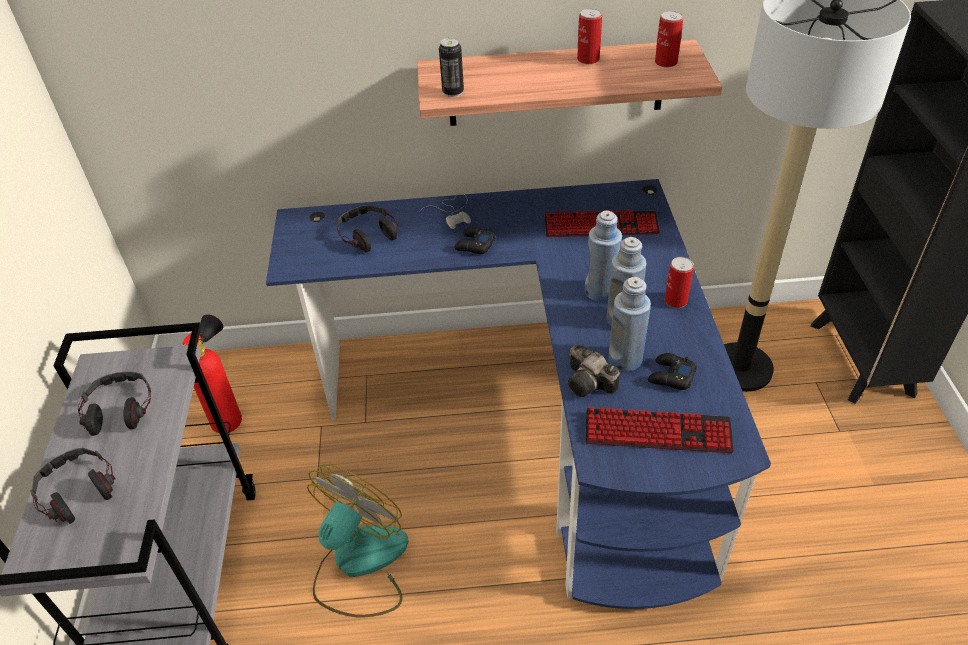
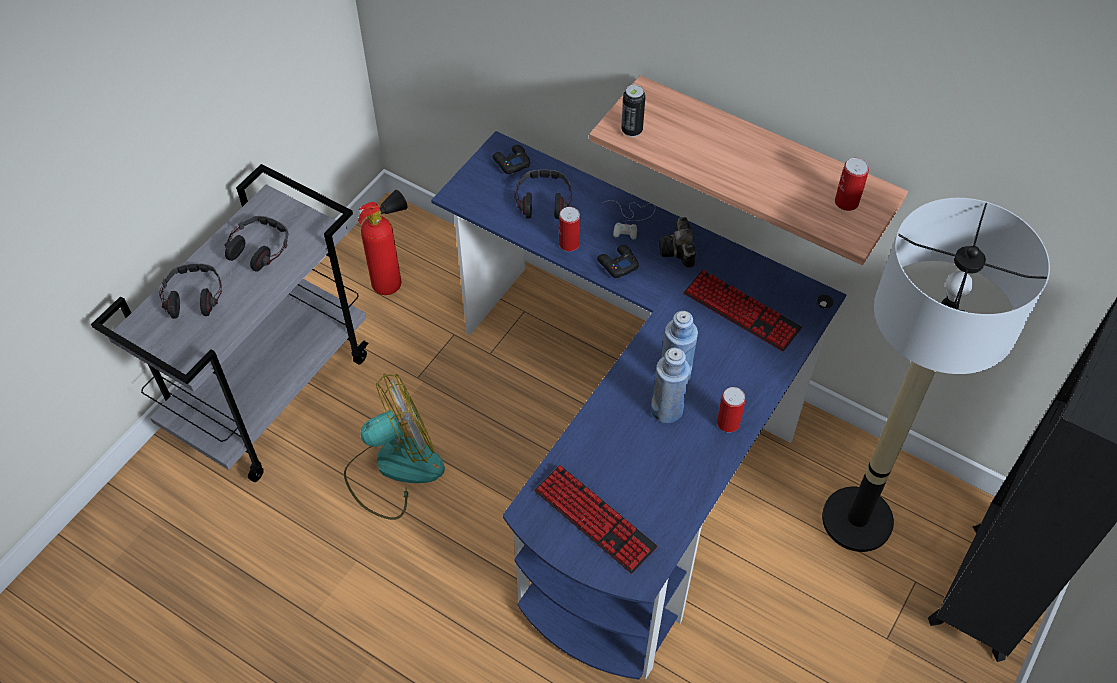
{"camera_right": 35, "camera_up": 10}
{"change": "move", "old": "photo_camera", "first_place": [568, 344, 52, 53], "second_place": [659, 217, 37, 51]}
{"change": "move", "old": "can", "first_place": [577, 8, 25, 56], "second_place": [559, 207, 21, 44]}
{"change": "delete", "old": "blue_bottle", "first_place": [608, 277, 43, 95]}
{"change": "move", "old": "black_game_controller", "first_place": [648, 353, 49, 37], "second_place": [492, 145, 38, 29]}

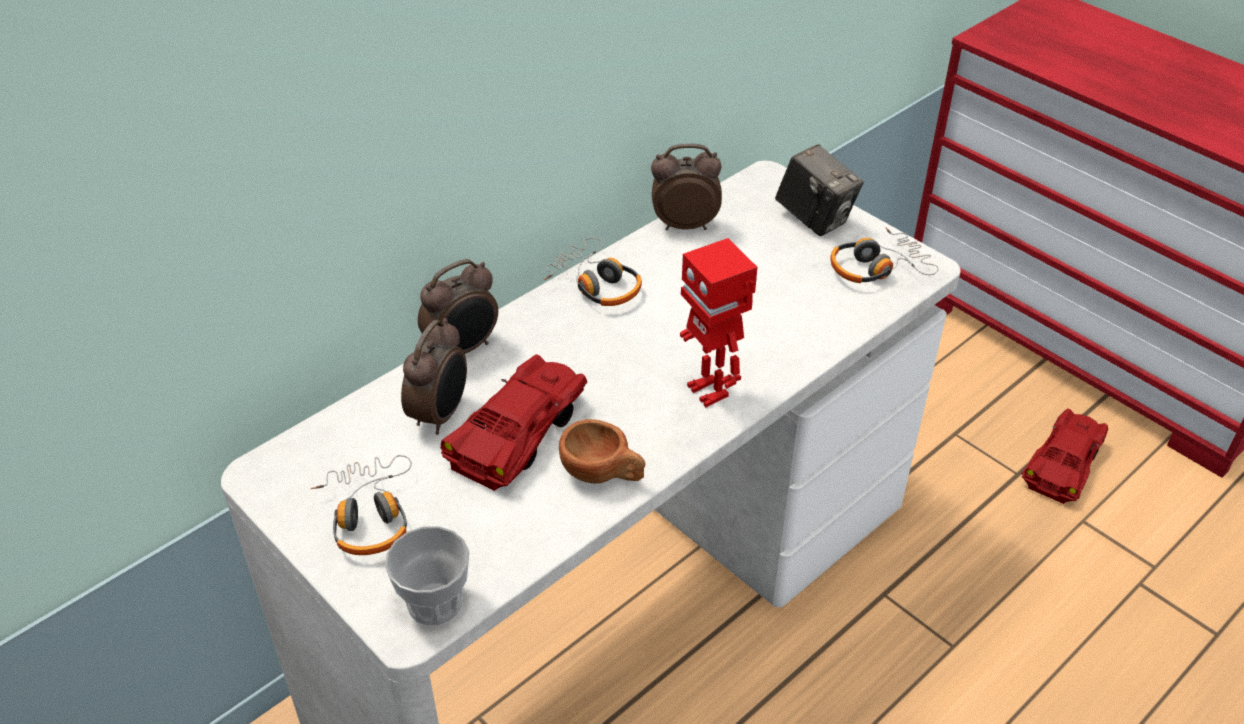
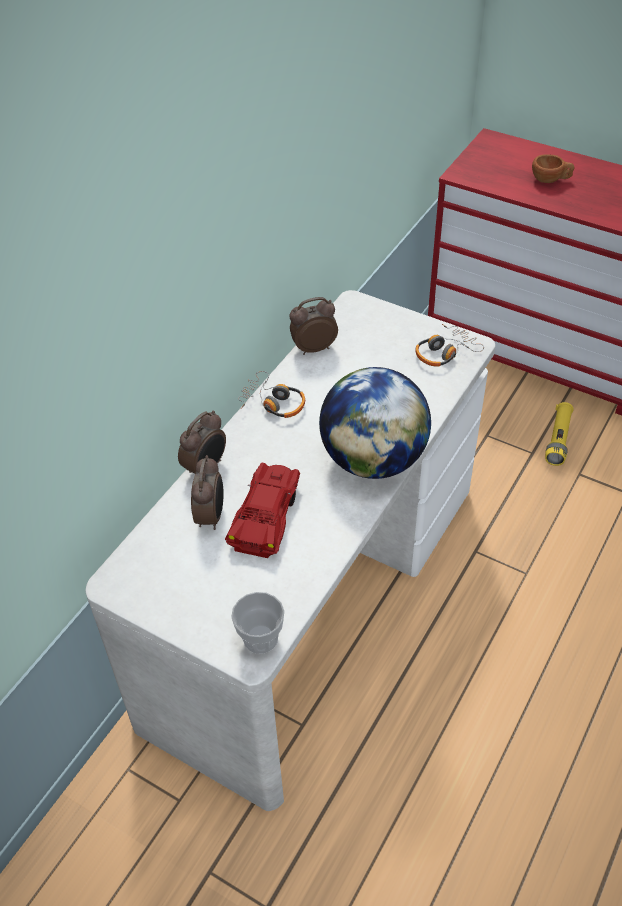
{"camera_right": -15, "camera_up": 5}
{"change": "delete", "old": "headphones", "first_place": [311, 455, 101, 100]}
{"change": "move", "old": "brown_cup", "first_place": [559, 419, 86, 64], "second_place": [532, 154, 42, 29]}
{"change": "replace", "old": "toy_robot", "new": "globe", "first_place": [680, 238, 78, 169], "second_place": [319, 367, 112, 112]}
{"change": "delete", "old": "photo_camera", "first_place": [775, 144, 89, 92]}
{"change": "replace", "old": "red_toy_car", "new": "yellow_flashlight", "first_place": [1021, 408, 87, 96], "second_place": [545, 402, 29, 64]}

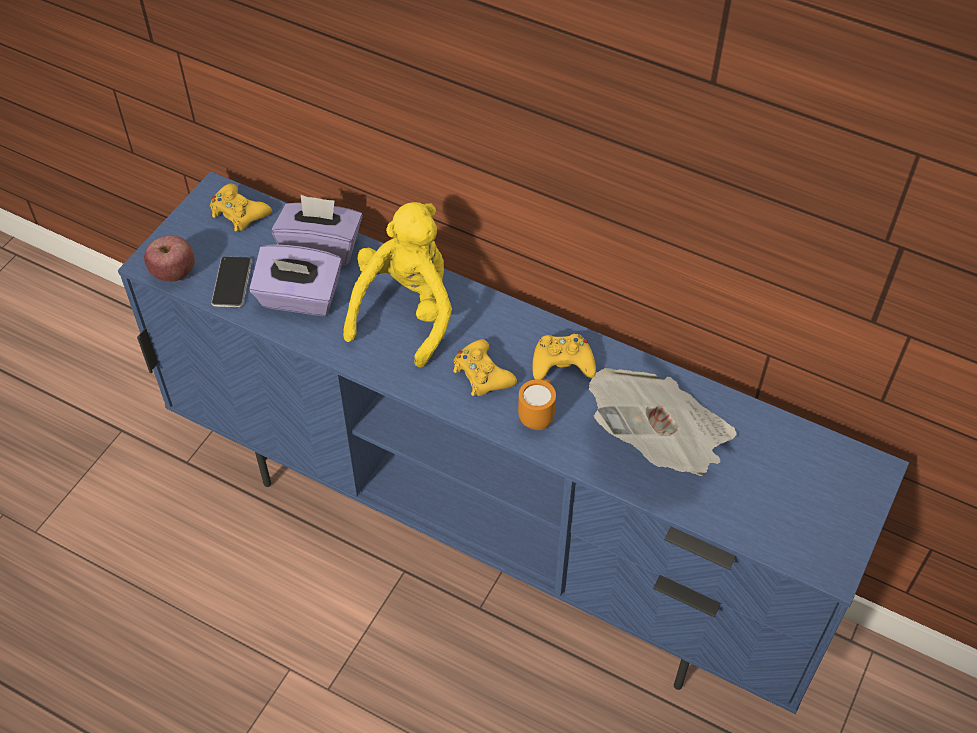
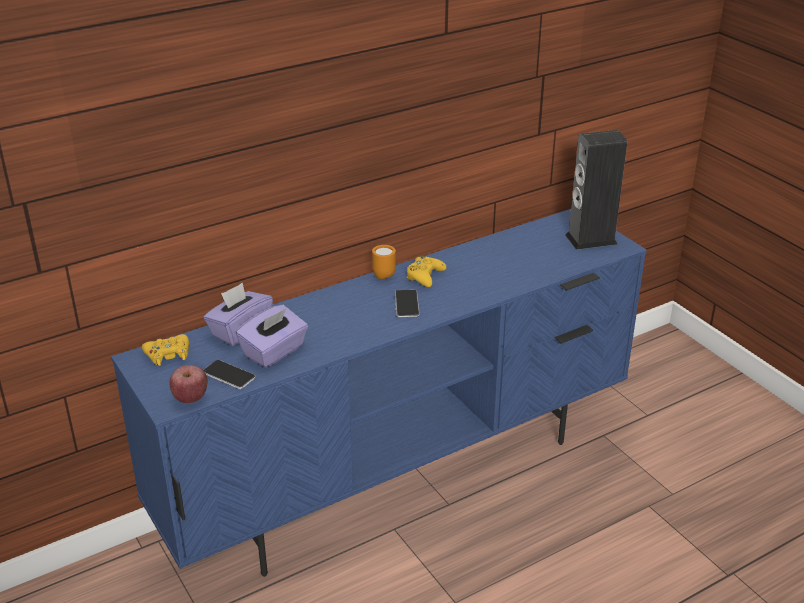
{"camera_right": -60, "camera_up": -20}
{"change": "delete", "old": "yellow_plush_toy", "first_place": [343, 202, 109, 166]}
{"change": "replace", "old": "yellow_game_controller", "new": "phone", "first_place": [453, 339, 64, 57], "second_place": [395, 290, 25, 27]}
{"change": "move", "old": "orange_mug", "first_place": [518, 379, 38, 51], "second_place": [372, 245, 24, 34]}
{"change": "delete", "old": "newspaper", "first_place": [589, 368, 148, 108]}
{"change": "insert", "new": "speaker", "second_place": [565, 130, 62, 120]}

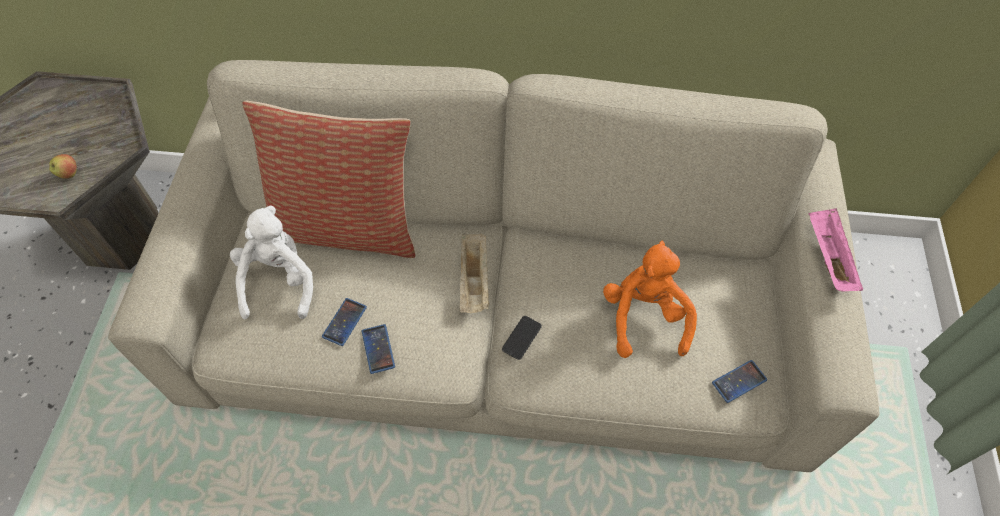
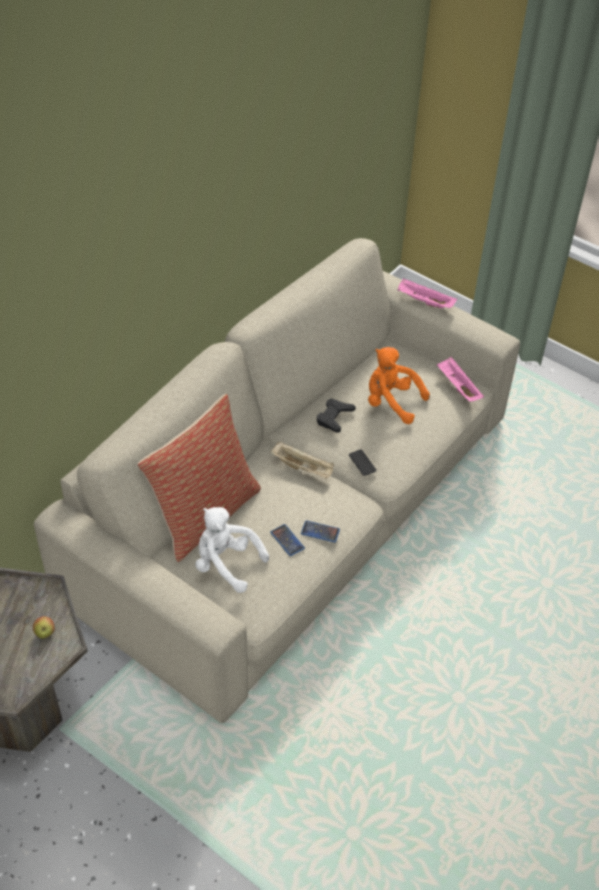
{"camera_right": -60, "camera_up": -10}
{"change": "replace", "old": "phone", "new": "pink_tray", "first_place": [712, 360, 55, 43], "second_place": [437, 357, 47, 45]}
{"change": "insert", "new": "black_game_controller", "second_place": [317, 399, 39, 34]}

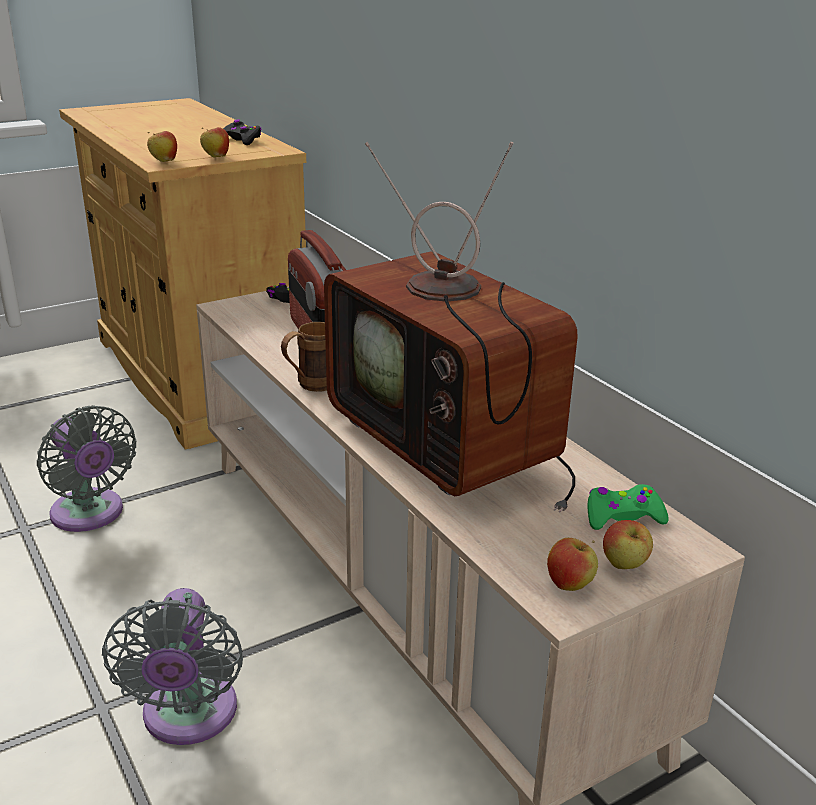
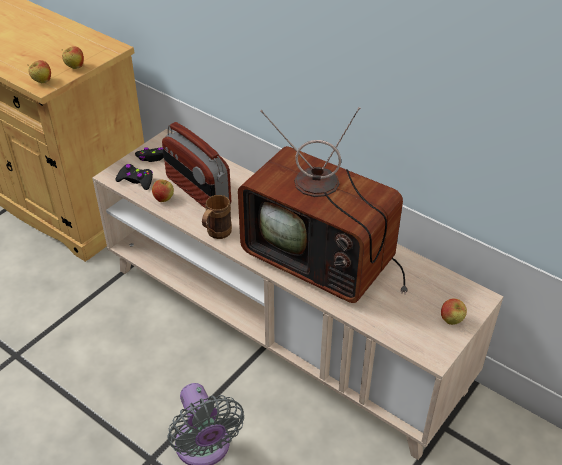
{"camera_right": -20, "camera_up": 15}
{"change": "delete", "old": "grey_fan", "first_place": [37, 405, 99, 127]}
{"change": "move", "old": "black_game_controller", "first_place": [223, 119, 39, 26], "second_place": [116, 164, 37, 26]}
{"change": "move", "old": "apple", "first_place": [547, 538, 51, 53], "second_place": [152, 179, 22, 23]}
{"change": "delete", "old": "green_game_controller", "first_place": [587, 484, 82, 46]}

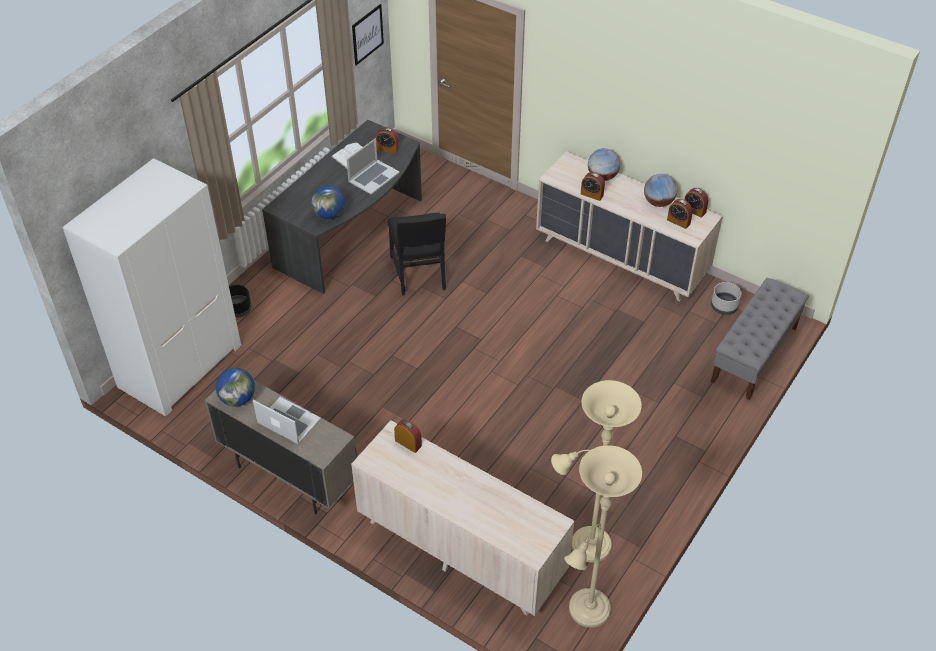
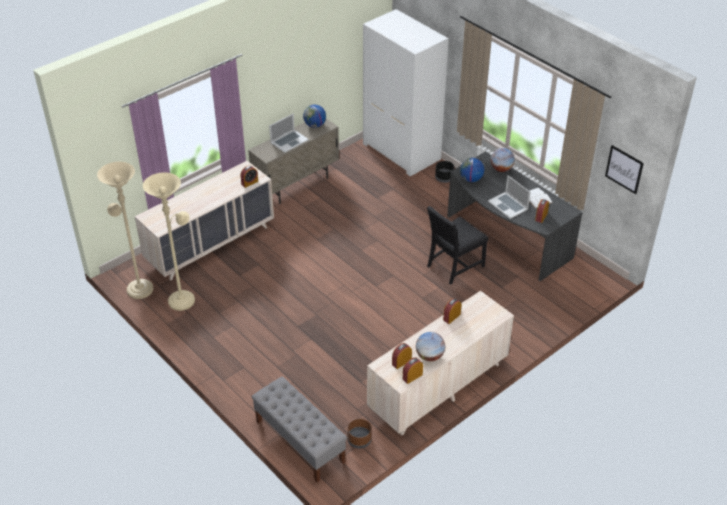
{"camera_right": 105, "camera_up": -5}
{"change": "rotate", "old": "black_chair", "first_place": [388, 213, 58, 83], "second_place": [427, 206, 61, 79], "degrees": -45}
{"change": "move", "old": "globe", "first_place": [588, 148, 32, 33], "second_place": [491, 148, 24, 24]}
{"change": "recolor", "old": "grey_planter", "new": "brown_planter", "first_place": [711, 282, 30, 33], "second_place": [347, 419, 25, 29]}

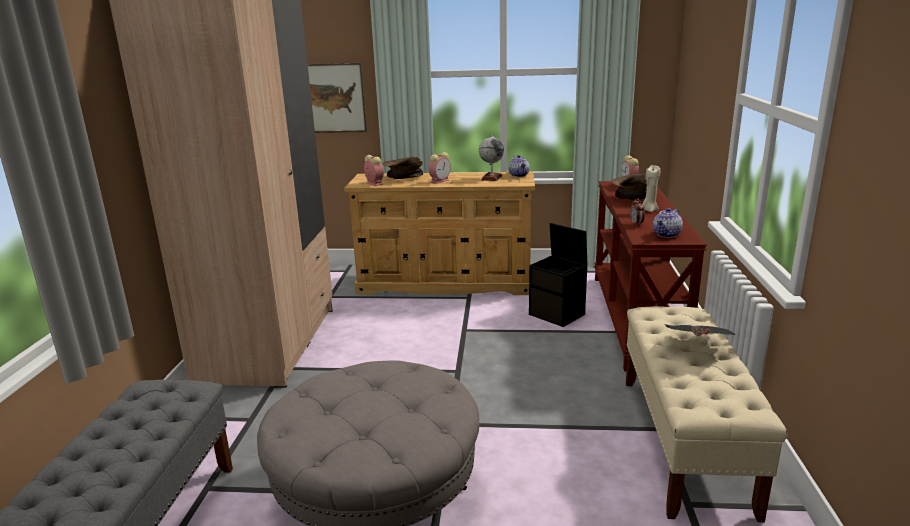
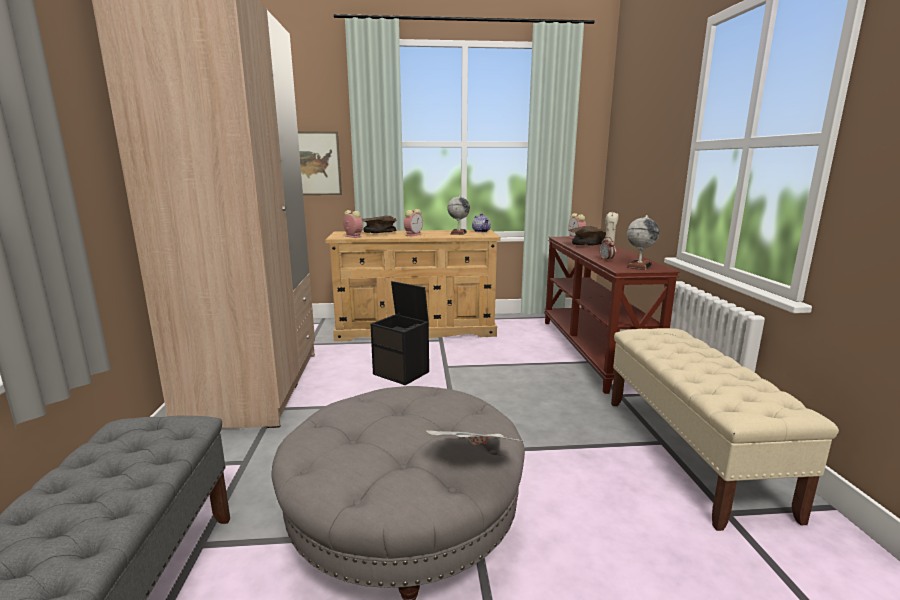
{"camera_right": -10, "camera_up": -5}
{"change": "move", "old": "black_storage_box", "first_place": [529, 223, 58, 104], "second_place": [371, 281, 58, 104]}
{"change": "replace", "old": "teapot", "new": "globe", "first_place": [653, 208, 30, 30], "second_place": [626, 215, 34, 55]}
{"change": "move", "old": "newspaper", "first_place": [664, 324, 71, 12], "second_place": [426, 430, 98, 16]}

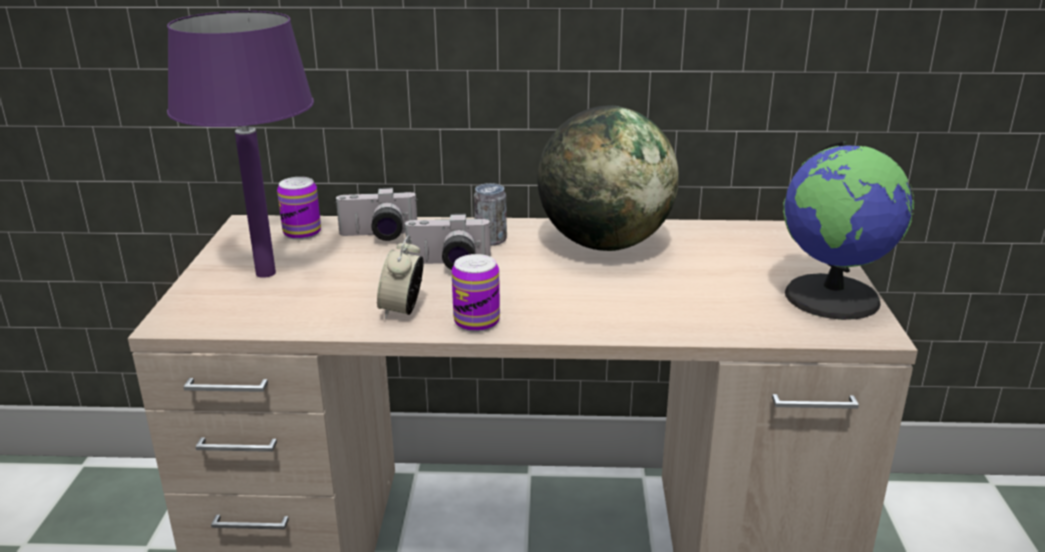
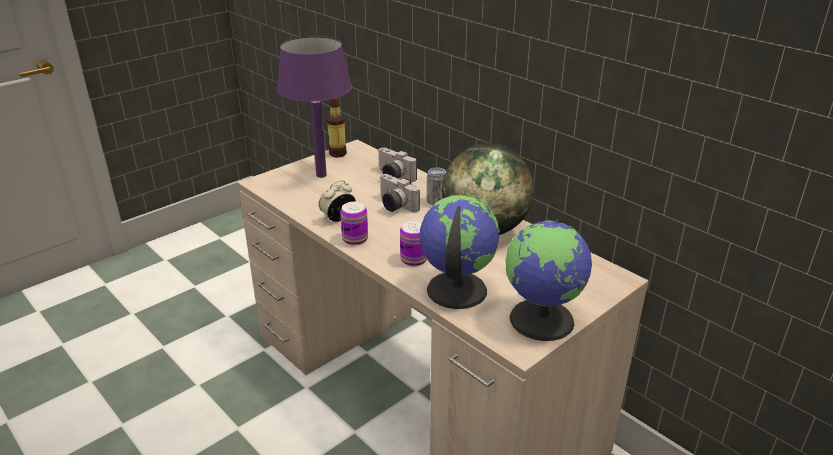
{"camera_right": 45, "camera_up": 5}
{"change": "move", "old": "can", "first_place": [277, 177, 44, 63], "second_place": [400, 221, 27, 46]}
{"change": "insert", "new": "bottle", "second_place": [327, 97, 20, 60]}
{"change": "insert", "new": "globe", "second_place": [420, 195, 80, 114]}

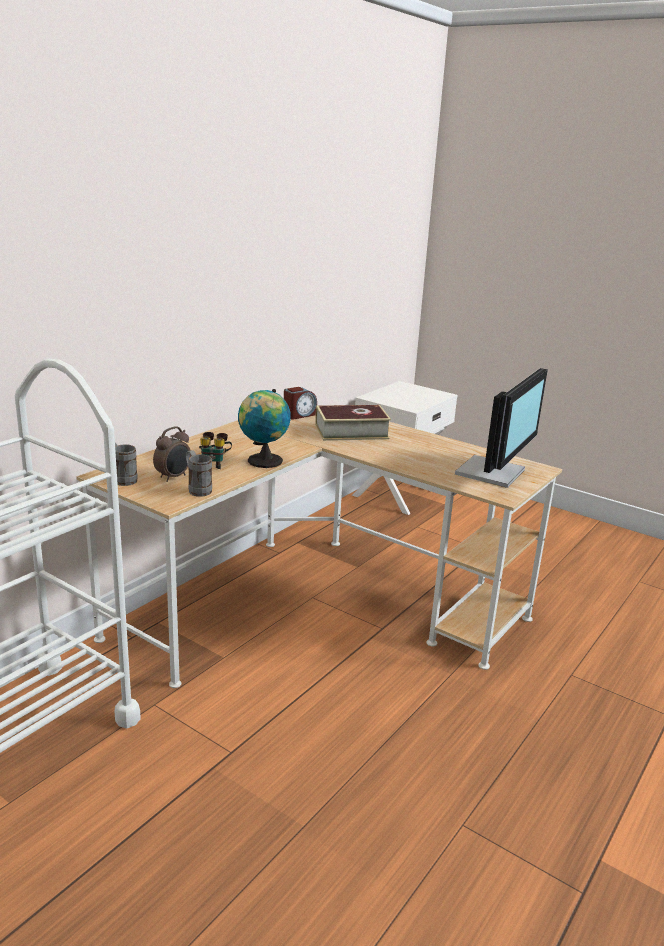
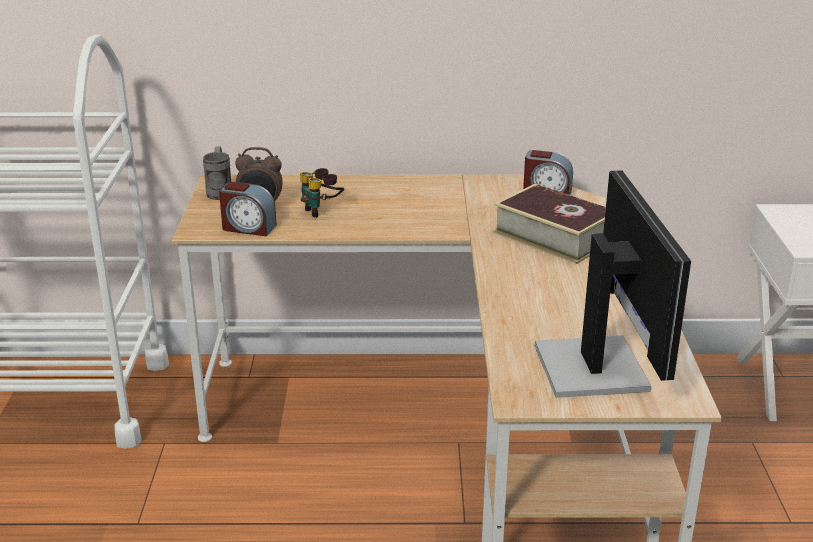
{"camera_right": 55, "camera_up": 5}
{"change": "replace", "old": "grey_mug", "new": "alarm_clock", "first_place": [186, 450, 26, 47], "second_place": [219, 182, 58, 54]}
{"change": "delete", "old": "globe", "first_place": [238, 389, 53, 79]}
{"change": "rotate", "old": "monitor", "first_place": [455, 368, 93, 120], "second_place": [535, 170, 156, 228], "degrees": -90}

